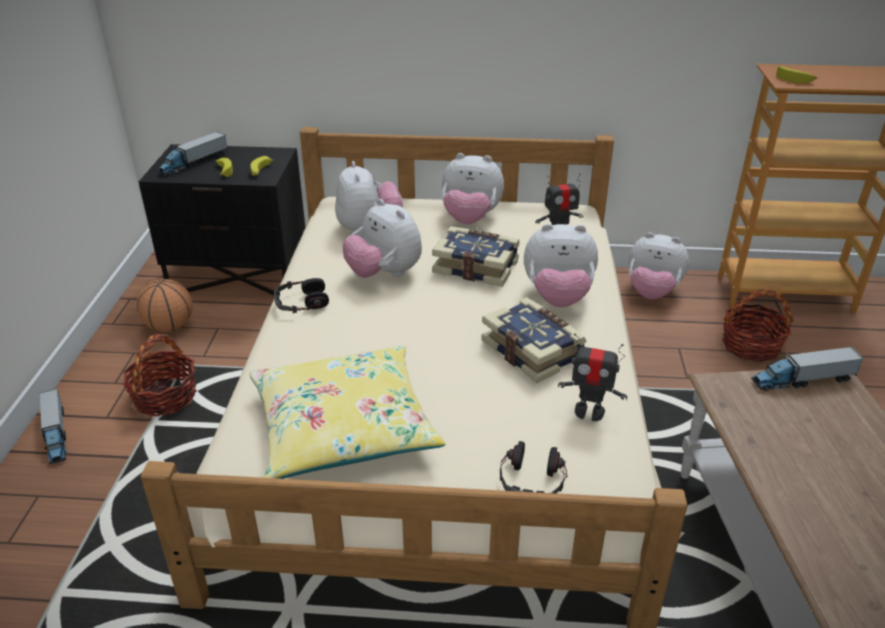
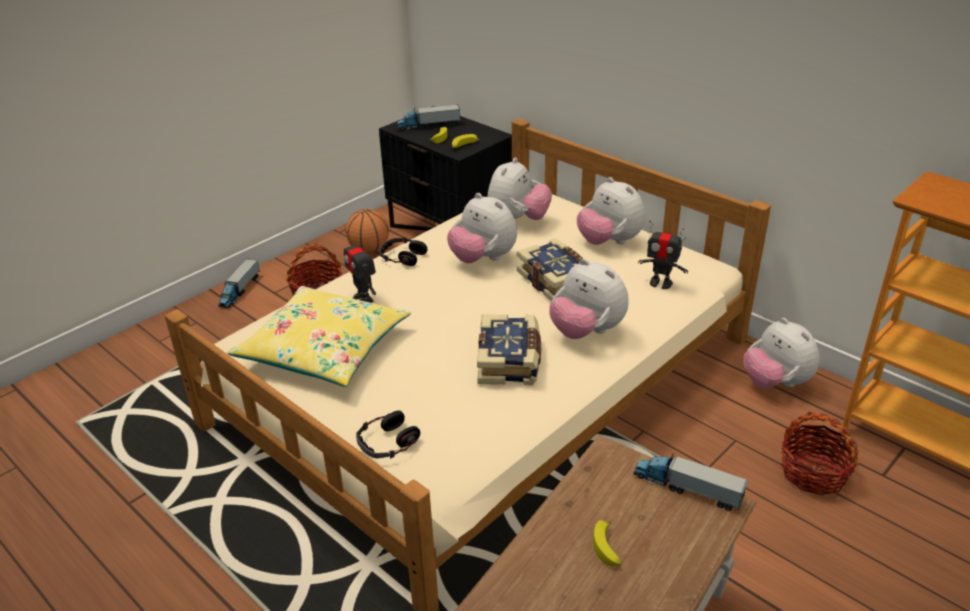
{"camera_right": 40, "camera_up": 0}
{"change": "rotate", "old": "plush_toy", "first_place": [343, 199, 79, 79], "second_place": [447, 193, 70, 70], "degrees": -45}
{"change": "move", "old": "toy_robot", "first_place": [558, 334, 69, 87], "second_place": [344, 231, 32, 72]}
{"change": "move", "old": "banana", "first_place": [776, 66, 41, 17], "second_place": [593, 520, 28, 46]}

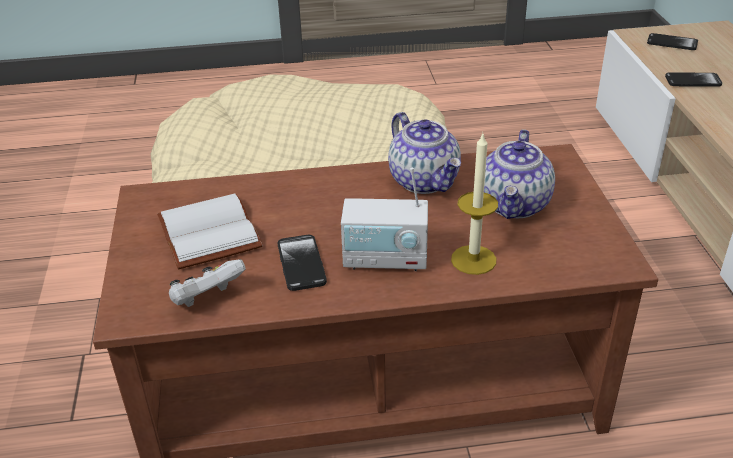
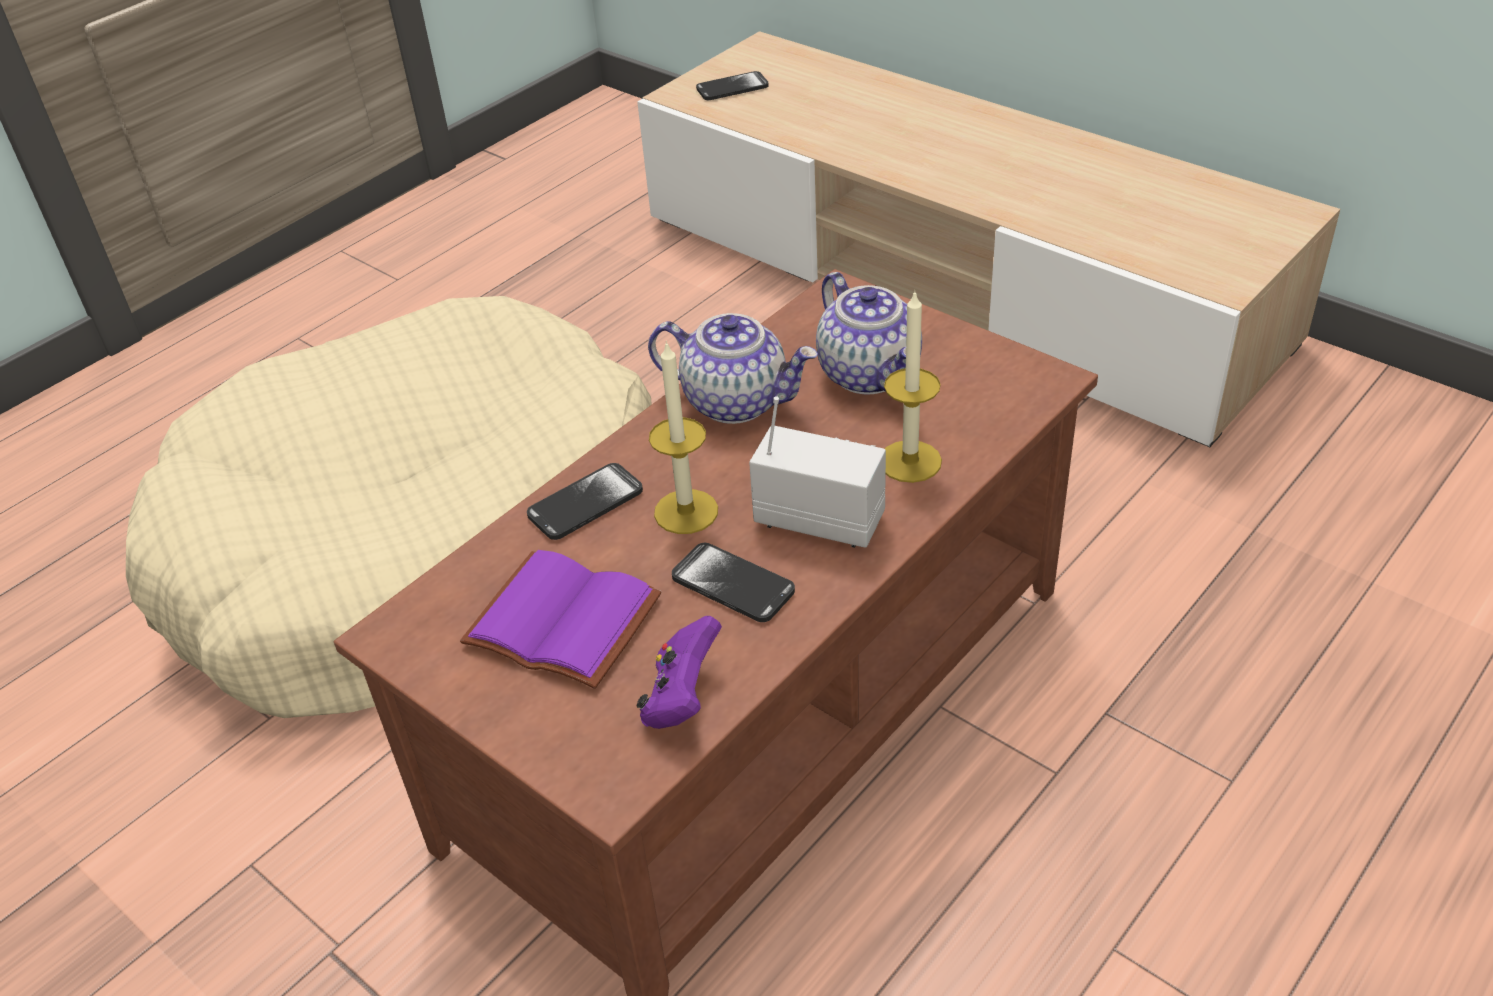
{"camera_right": -40, "camera_up": 5}
{"change": "recolor", "old": "white_book", "new": "purple_book", "first_place": [157, 194, 106, 75], "second_place": [460, 550, 201, 139]}
{"change": "recolor", "old": "white_game_controller", "new": "purple_game_controller", "first_place": [169, 259, 77, 48], "second_place": [637, 616, 85, 113]}
{"change": "rotate", "old": "radio", "first_place": [341, 168, 87, 103], "second_place": [749, 397, 137, 151], "degrees": -120}
{"change": "move", "old": "phone", "first_place": [665, 73, 57, 14], "second_place": [527, 463, 116, 77]}
{"change": "insert", "new": "candle", "second_place": [649, 341, 69, 193]}

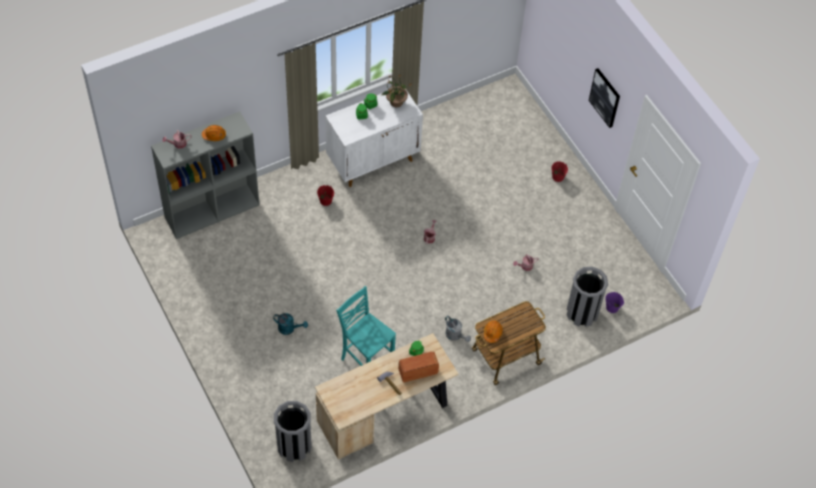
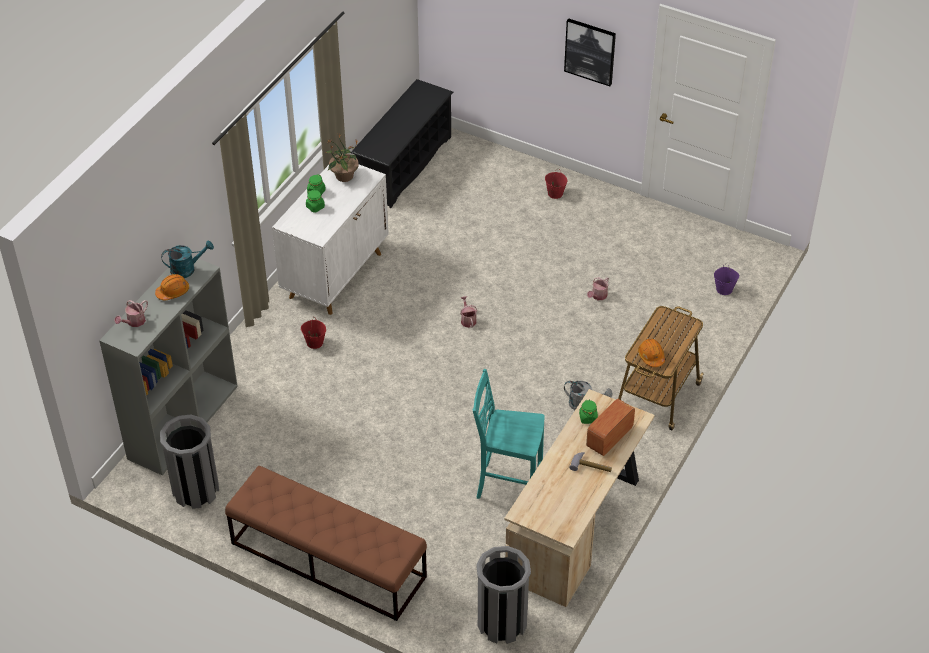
{"camera_right": -30, "camera_up": -10}
{"change": "move", "old": "turquoise_watering_can", "first_place": [273, 313, 35, 22], "second_place": [161, 241, 53, 37]}
{"change": "move", "old": "grey_trash_can", "first_place": [566, 266, 42, 61], "second_place": [160, 414, 59, 95]}
{"change": "insert", "new": "brown_bench", "second_place": [225, 466, 202, 155]}
{"change": "insert", "new": "black_shoe_rack", "second_place": [351, 79, 103, 129]}

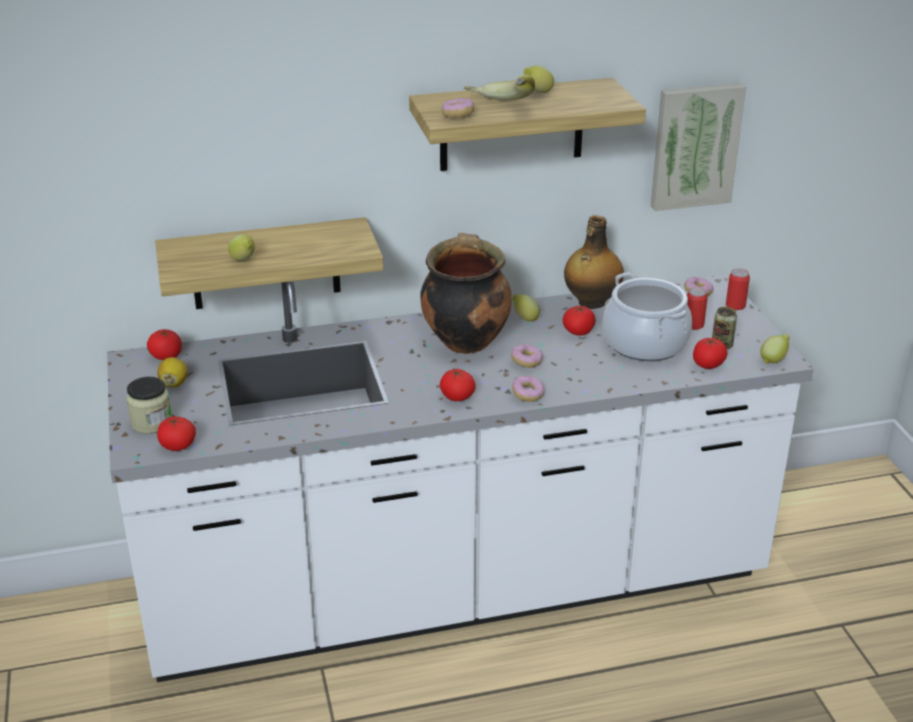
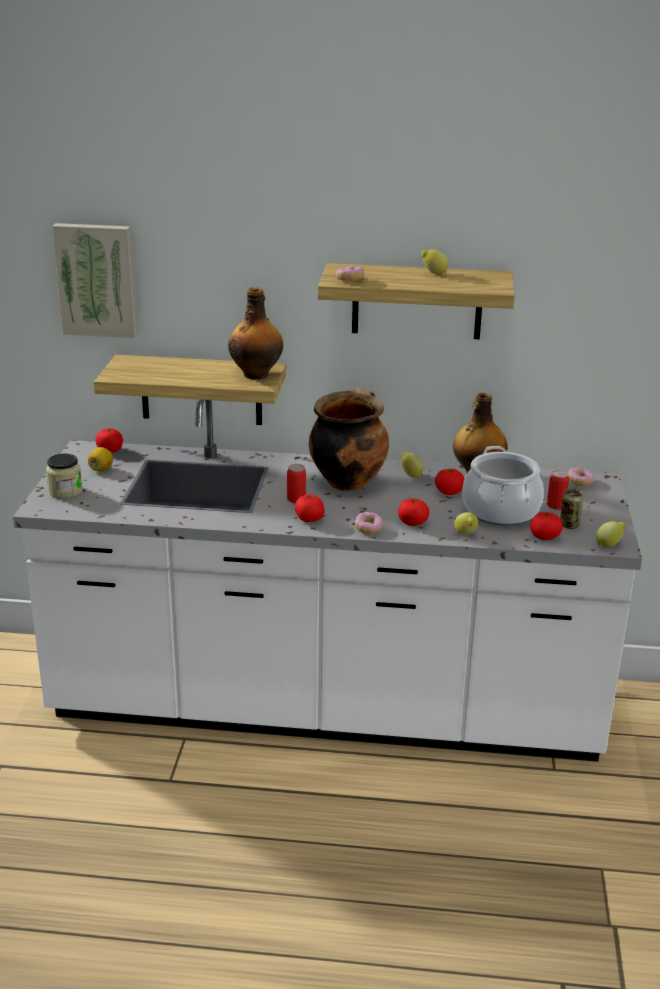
{"camera_right": 20, "camera_up": -5}
{"change": "move", "old": "tomato", "first_place": [157, 417, 39, 34], "second_place": [398, 498, 32, 28]}
{"change": "move", "old": "lemon", "first_place": [228, 234, 27, 27], "second_place": [454, 512, 24, 23]}
{"change": "delete", "old": "banana", "first_place": [464, 75, 71, 25]}
{"change": "delete", "old": "donut", "first_place": [511, 344, 32, 24]}
{"change": "move", "old": "picture", "first_place": [651, 83, 95, 128], "second_place": [52, 223, 85, 115]}
{"change": "move", "old": "can", "first_place": [726, 268, 24, 42], "second_place": [287, 464, 19, 39]}
{"change": "insert", "new": "bottle", "second_place": [228, 287, 55, 92]}

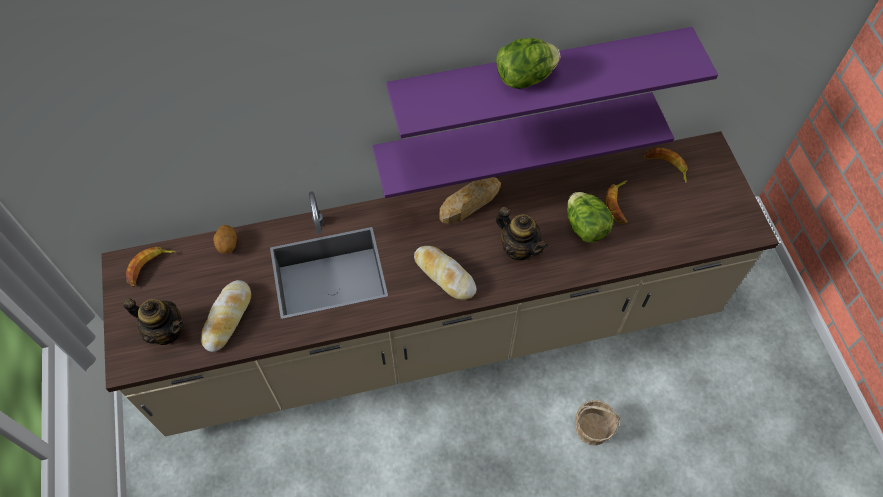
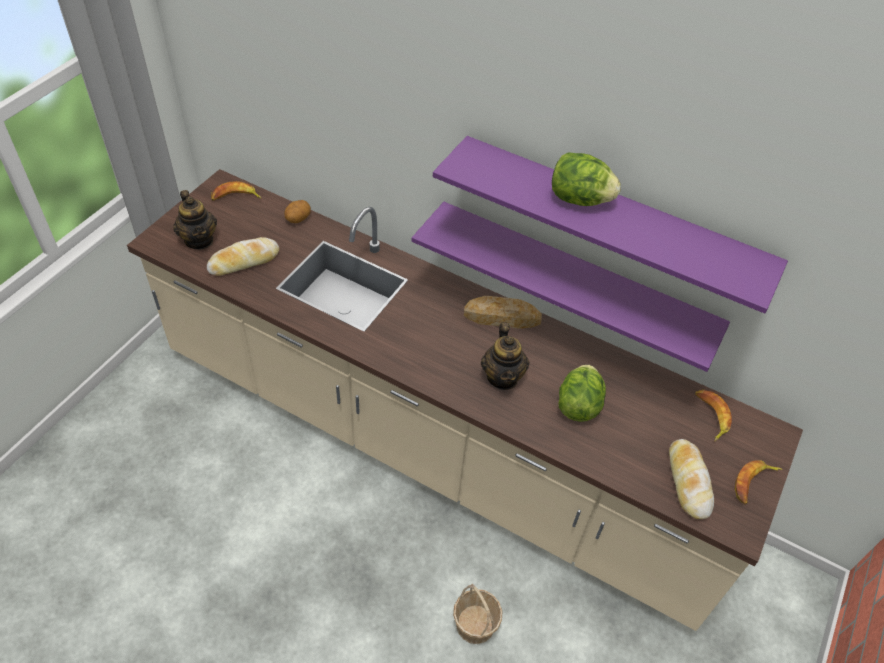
{"camera_right": 40, "camera_up": -10}
{"change": "move", "old": "bread", "first_place": [414, 246, 62, 54], "second_place": [669, 439, 45, 80]}
{"change": "move", "old": "banana", "first_place": [606, 180, 22, 44], "second_place": [735, 460, 48, 44]}

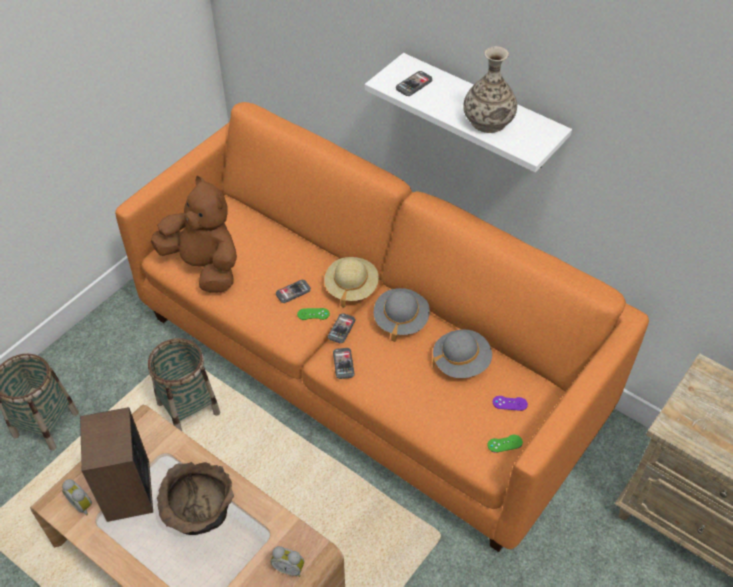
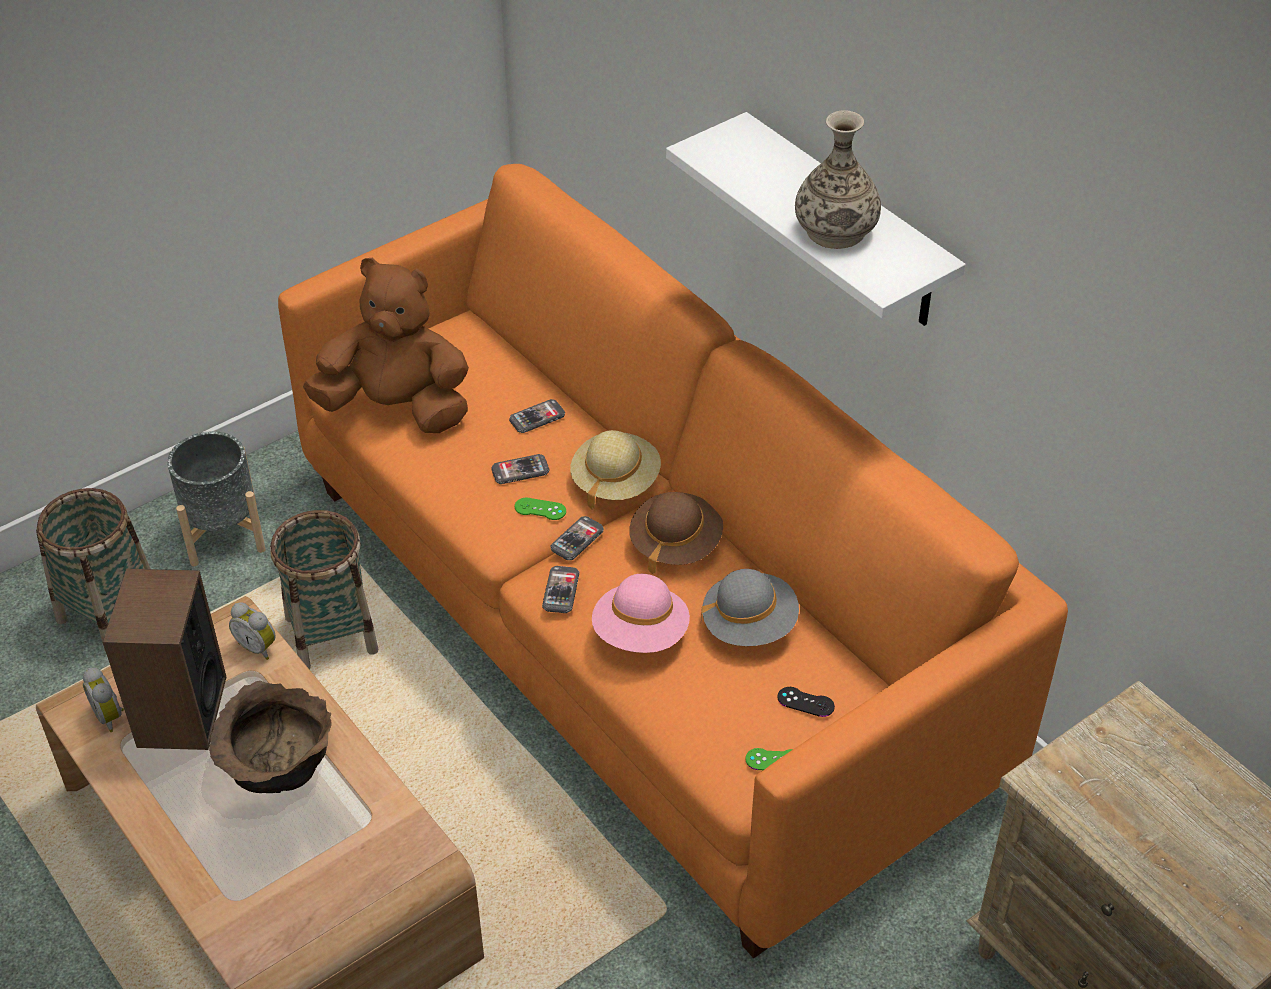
{"camera_right": 15, "camera_up": -5}
{"change": "rotate", "old": "brown_plush_toy", "first_place": [151, 176, 86, 117], "second_place": [303, 258, 166, 175], "degrees": -45}
{"change": "move", "old": "alarm_clock", "first_place": [271, 546, 33, 31], "second_place": [229, 602, 47, 58]}
{"change": "recolor", "old": "grey_hat", "new": "brown_hat", "first_place": [374, 288, 56, 54], "second_place": [629, 492, 94, 82]}
{"change": "move", "old": "phone", "first_place": [396, 71, 37, 25], "second_place": [509, 399, 56, 34]}
{"change": "recolor", "old": "purple_game_controller", "new": "black_game_controller", "first_place": [493, 396, 35, 15], "second_place": [777, 687, 58, 30]}
{"change": "insert", "new": "grey_planter", "second_place": [167, 431, 99, 135]}
{"change": "insert", "new": "pink_hat", "second_place": [592, 574, 98, 79]}

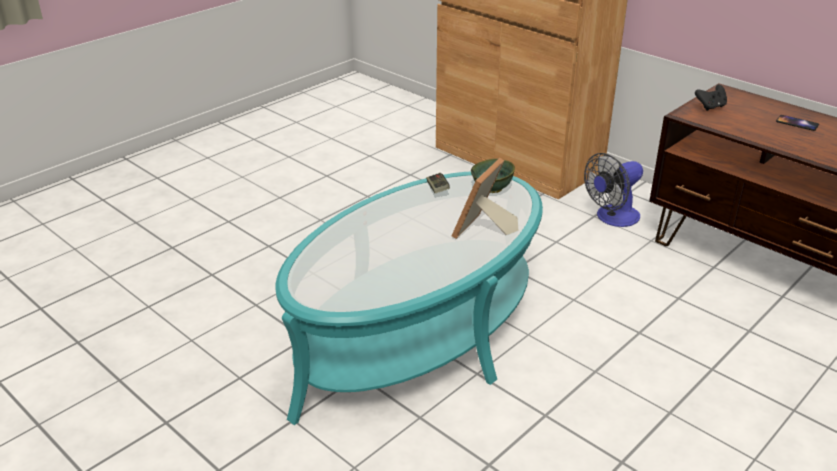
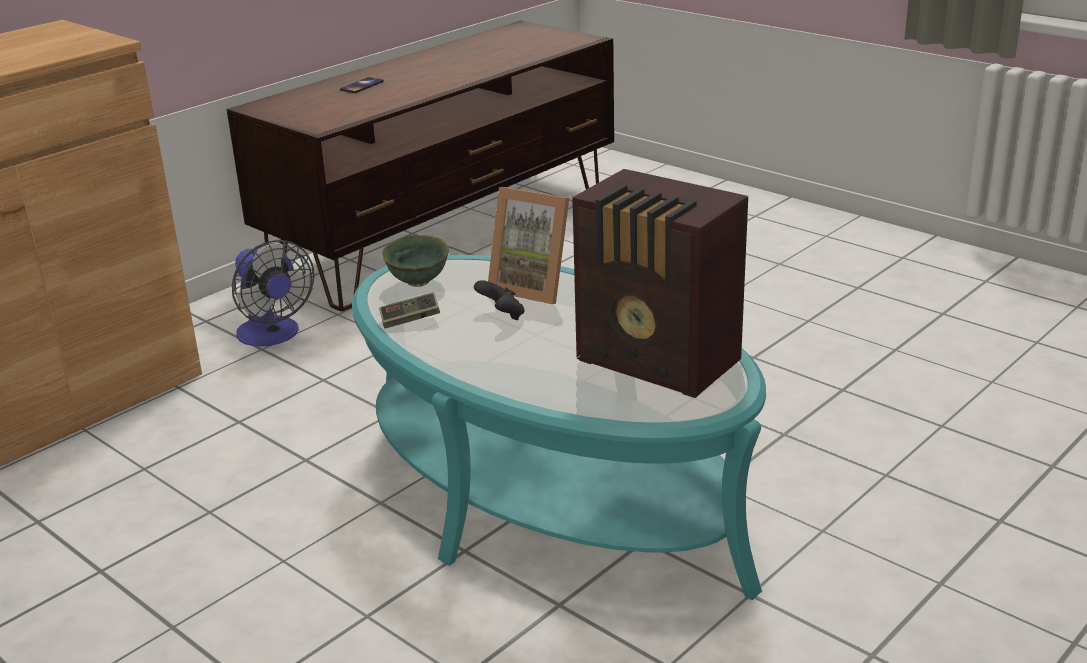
{"camera_right": -90, "camera_up": -5}
{"change": "move", "old": "black_game_controller", "first_place": [695, 85, 32, 26], "second_place": [474, 280, 51, 40]}
{"change": "insert", "new": "radio", "second_place": [572, 169, 176, 229]}

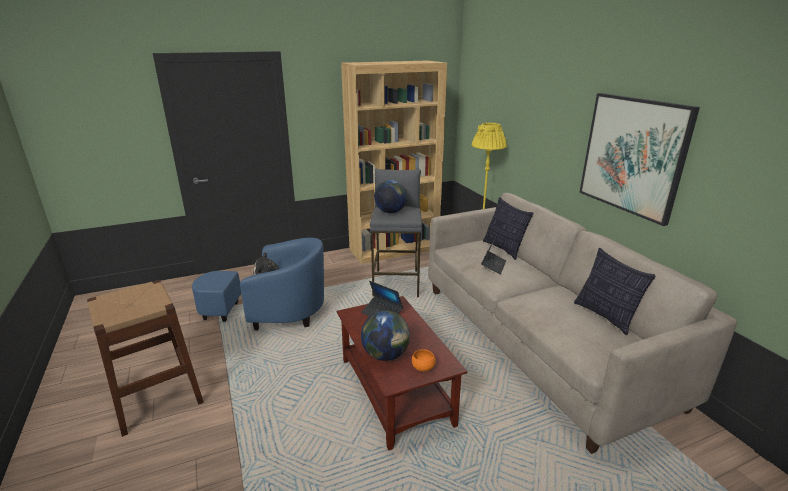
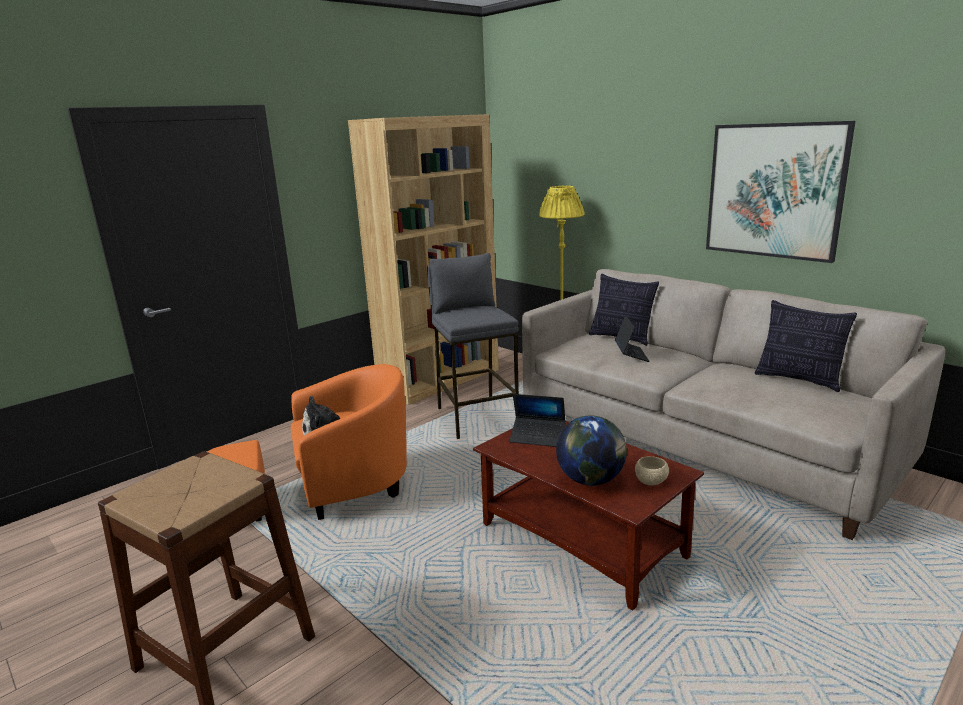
{"camera_right": -20, "camera_up": -5}
{"change": "recolor", "old": "blue_armchair", "new": "orange_armchair", "first_place": [192, 238, 132, 92], "second_place": [207, 364, 200, 158]}
{"change": "delete", "old": "globe", "first_place": [374, 180, 33, 33]}
{"change": "recolor", "old": "orange_bowl", "new": "beige_bowl", "first_place": [412, 349, 24, 22], "second_place": [635, 456, 34, 29]}

